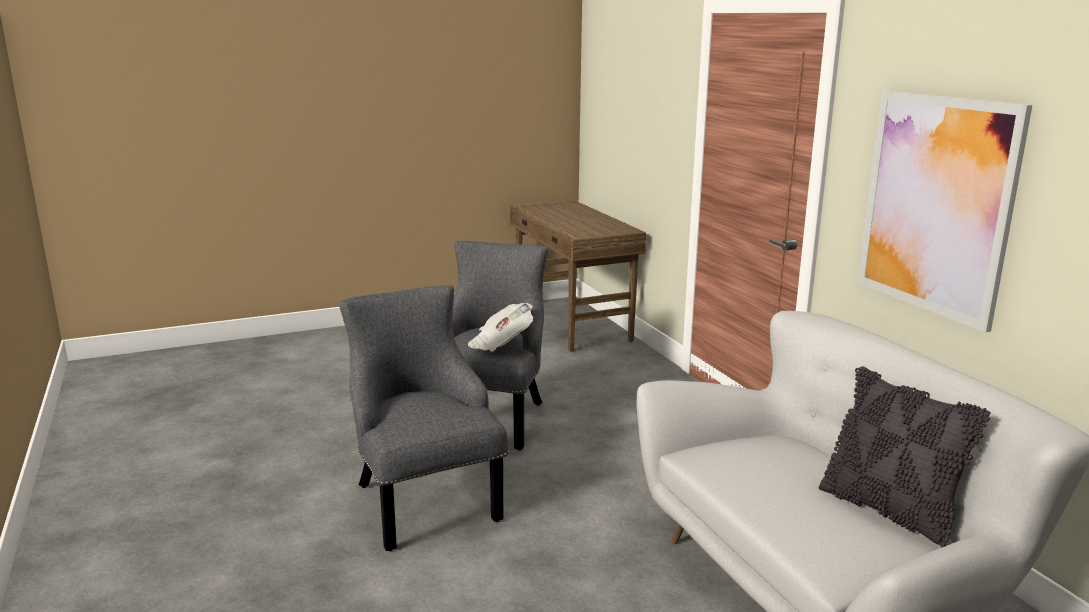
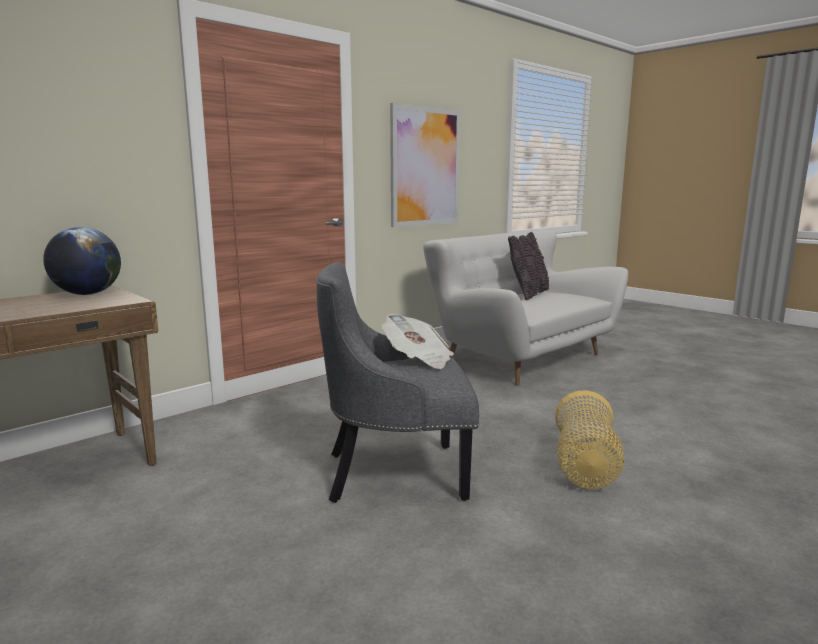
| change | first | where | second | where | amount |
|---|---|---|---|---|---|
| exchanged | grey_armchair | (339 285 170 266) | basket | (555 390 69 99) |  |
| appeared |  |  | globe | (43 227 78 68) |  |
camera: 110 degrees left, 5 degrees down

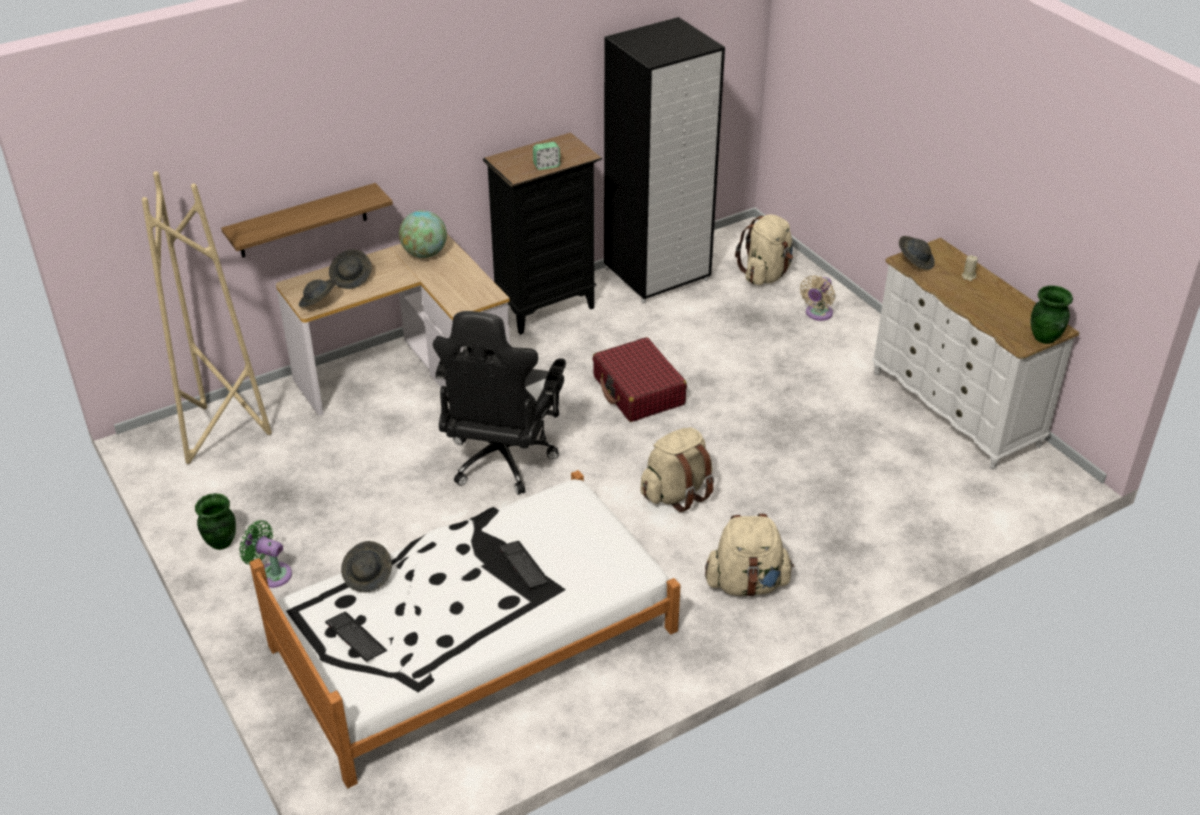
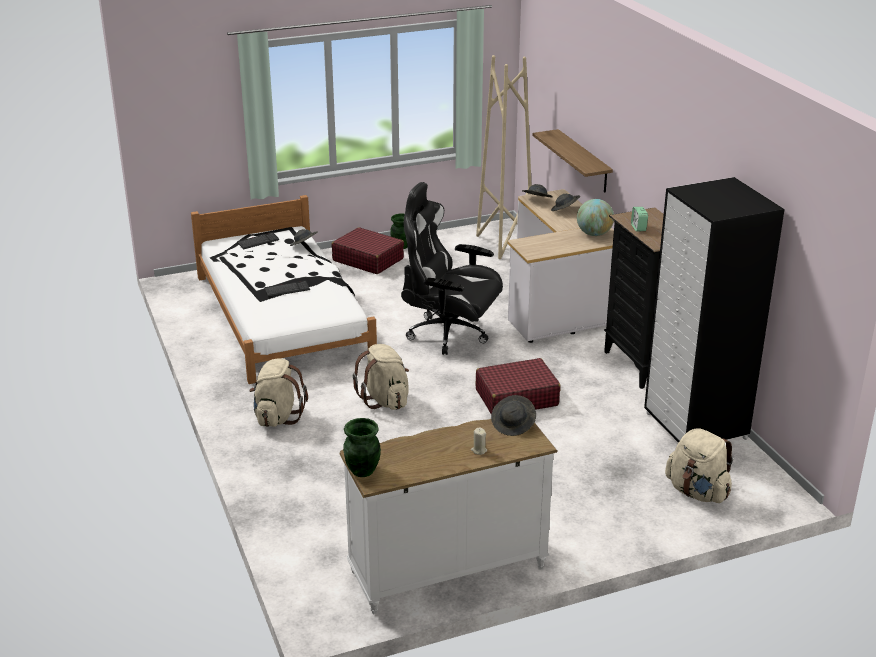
| change | first | where | second | where | amount |
|---|---|---|---|---|---|
| exchanged | green_fan | (239 520 53 68) | red_suitcase | (332 227 72 47) |  |
| missing | beige_fan | (800 275 35 46) |  |  |  |
camera: 100 degrees right, 10 degrees down

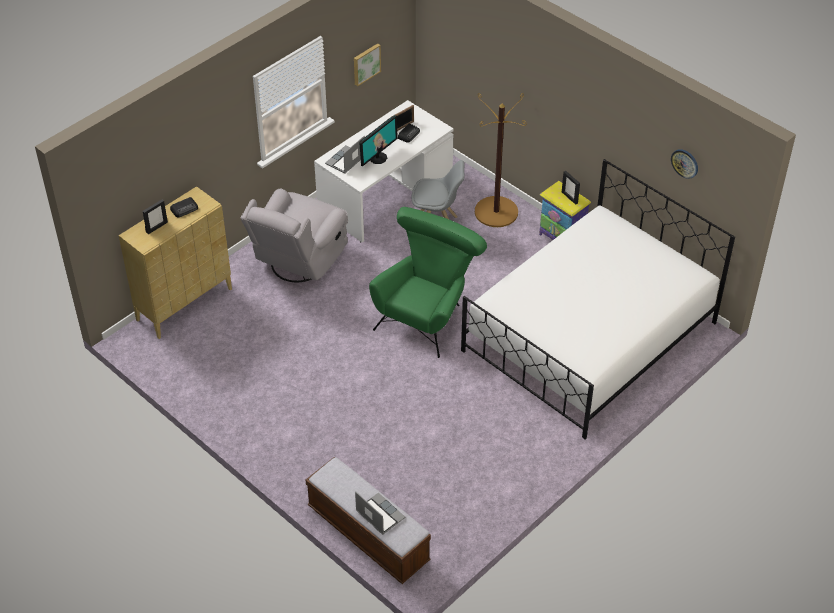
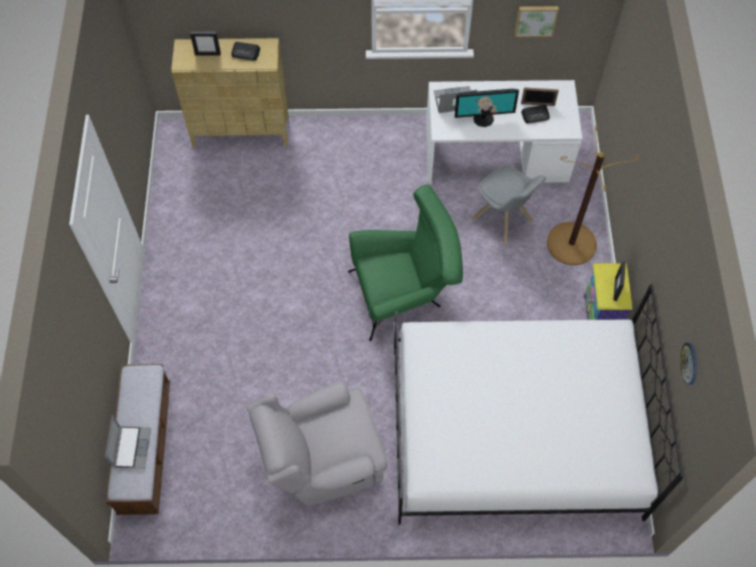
| change | first | where | second | where | amount |
|---|---|---|---|---|---|
| relocated | grey_armchair | (241 189 107 93) |  | (246 382 142 124) |  |
camera: 45 degrees right, 15 degrees up

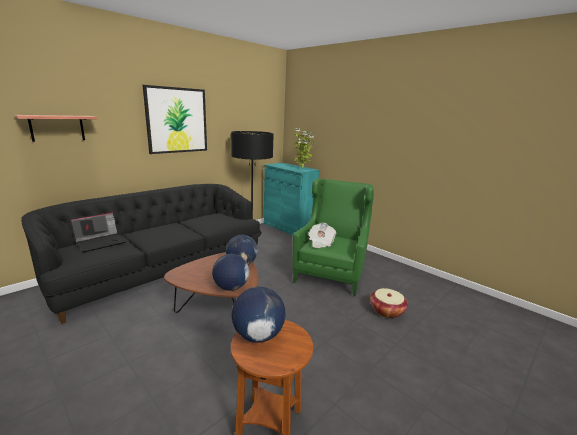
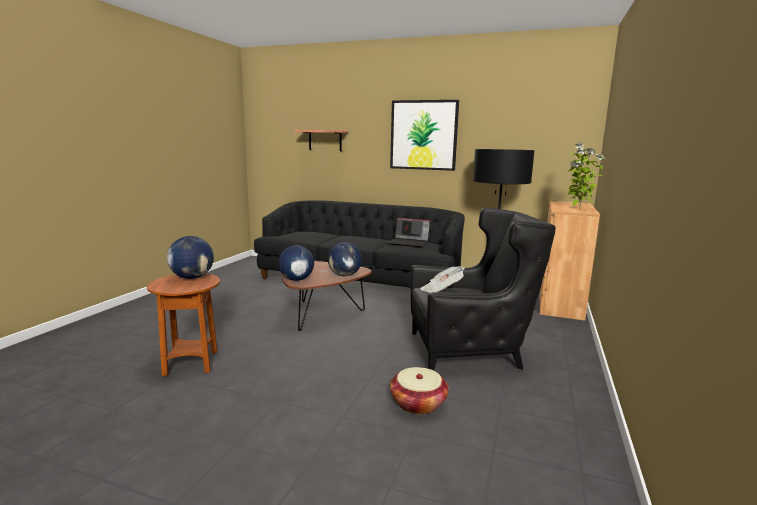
| change | first | where | second | where | amount |
|---|---|---|---|---|---|
| relocated | laptop | (70 212 56 40) |  | (388 217 43 30) |  |
| colour | turquoise_cabinet | (264 163 55 72) | brown_cabinet | (540 201 60 120) |  |
| colour | green_armchair | (293 179 81 117) | black_armchair | (411 208 145 162) |  |
camera: 65 degrees right, 5 degrees down

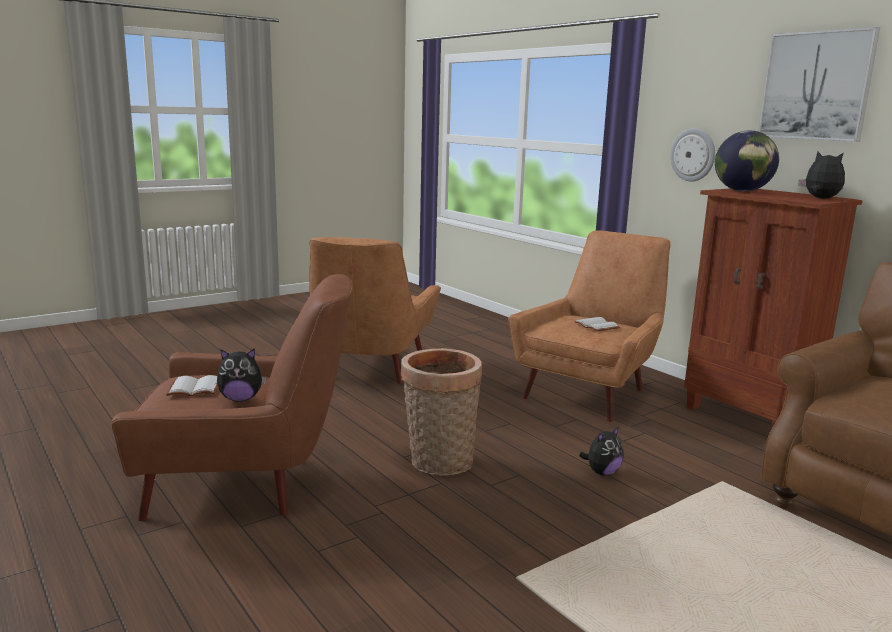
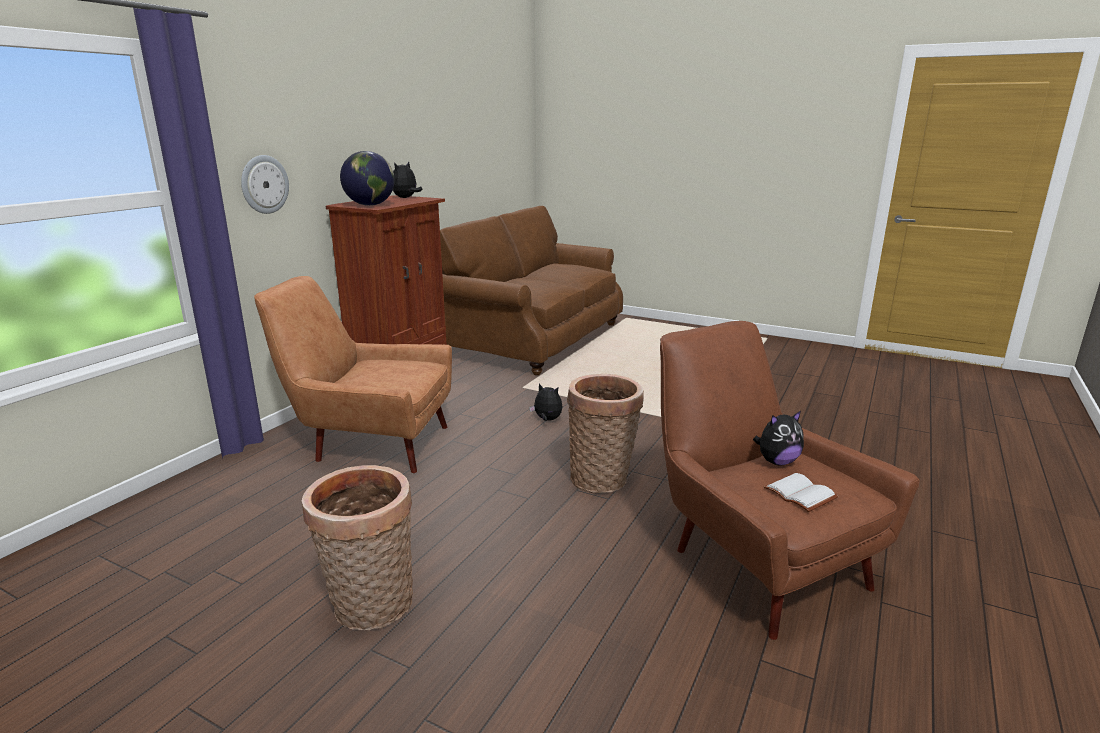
| change | first | where | second | where | amount |
|---|---|---|---|---|---|
| spun | plush_toy | (217 348 50 54) |  | (753 411 51 55) | 105 degrees clockwise |
| exchanged | brown_armchair | (309 237 132 147) | basket | (302 465 111 165) |  |
| missing | white_book | (574 317 46 15) |  |  |  |
| missing | picture | (758 27 122 114) |  |  |  |
camera: 115 degrees left, 5 degrees up

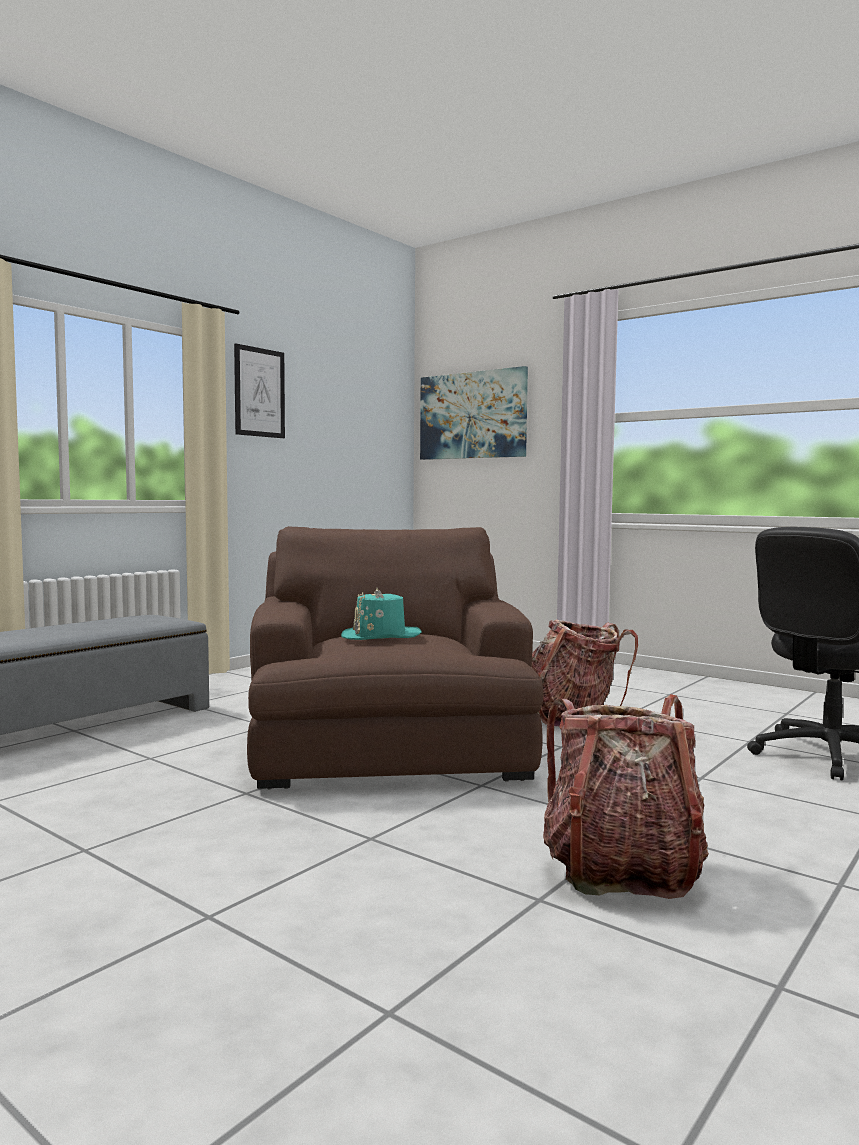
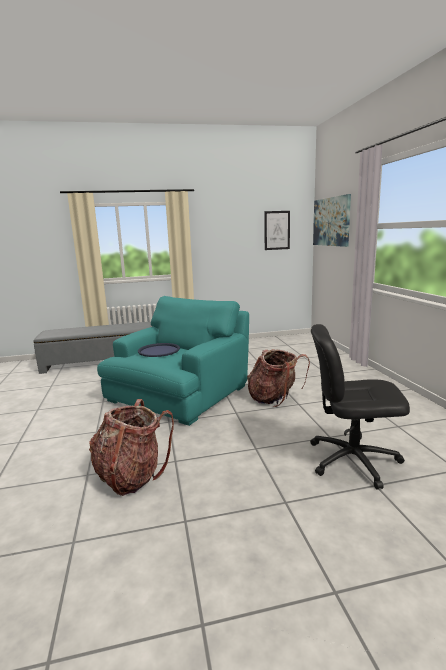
| change | first | where | second | where | amount |
|---|---|---|---|---|---|
| relocated | picture | (234 343 51 95) |  | (264 211 26 39) |  |
| colour | brown_armchair | (247 526 296 263) | turquoise_armchair | (97 296 152 130) |  |
| exchanged | turquoise_hat | (341 588 80 52) | blue_tray | (138 343 42 14) |  |
camera: 40 degrees right, 10 degrees up

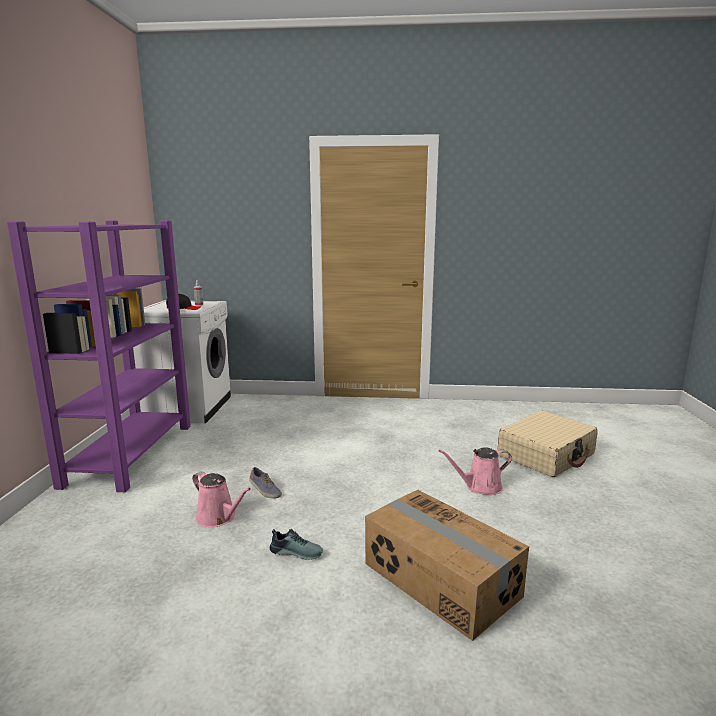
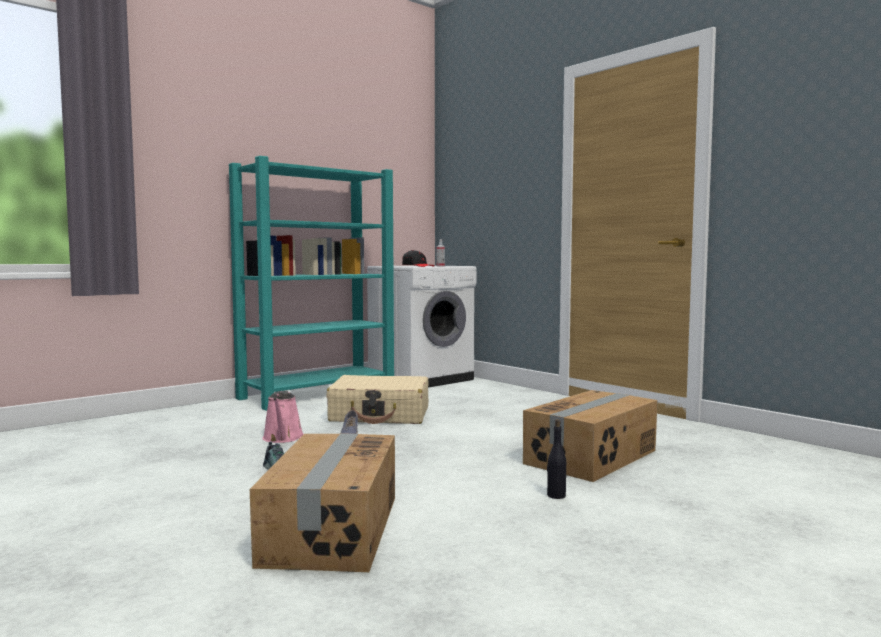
| change | first | where | second | where | amount |
|---|---|---|---|---|---|
| colour | purple_bookcase | (7 221 184 271) | turquoise_bookcase | (229 156 165 255) |  |
| exchanged | pink_watering_can | (438 447 74 48) | black_bottle | (547 419 19 80) |  |
| relocated | beige_suitcase | (498 411 99 66) |  | (326 375 102 49) |  |
| appeared |  |  | cardboard_box | (523 390 134 92) |  |
camera: 45 degrees right, 10 degrees down

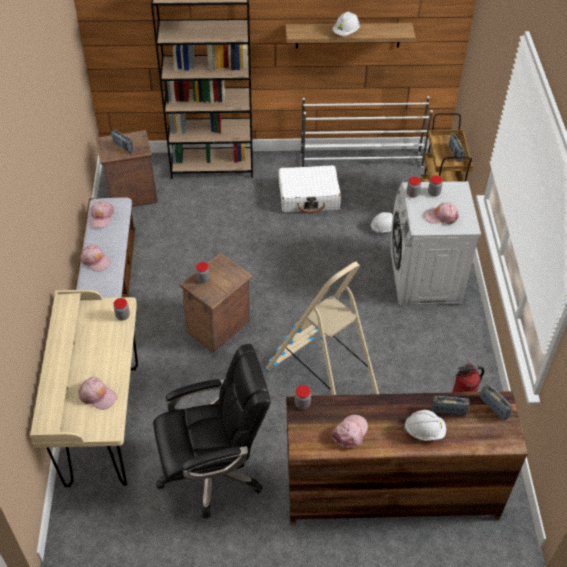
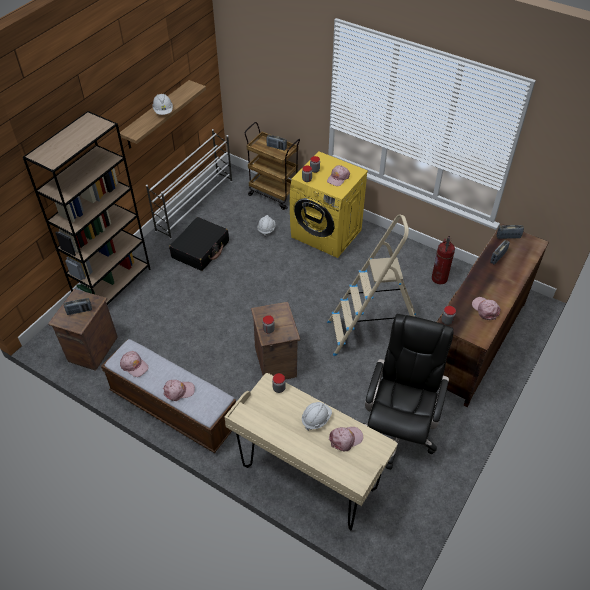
| change | first | where | second | where | amount |
|---|---|---|---|---|---|
| colour | white_suitcase | (278 165 63 49) | black_suitcase | (169 217 60 54) |  |
| colour | white_washing_machine | (391 181 90 124) | yellow_washing_machine | (290 151 78 107) |  |
| relocated | white_hard_hat | (404 410 42 30) |  | (302 402 30 29) |  |
camera: 55 degrees left, 0 degrees up

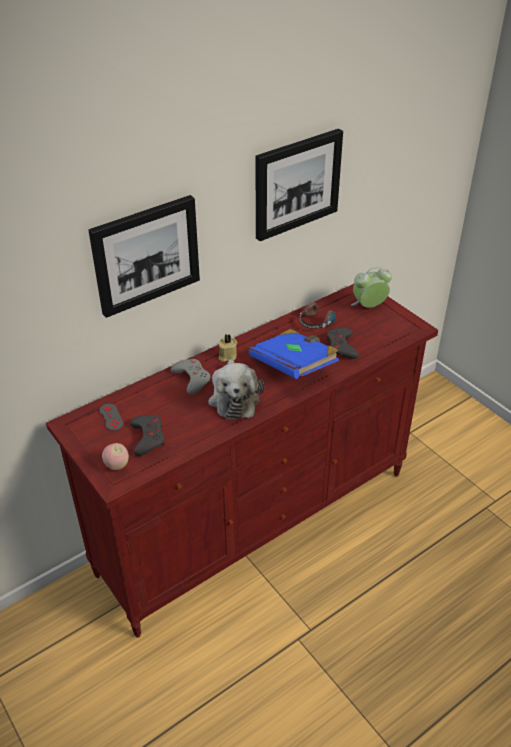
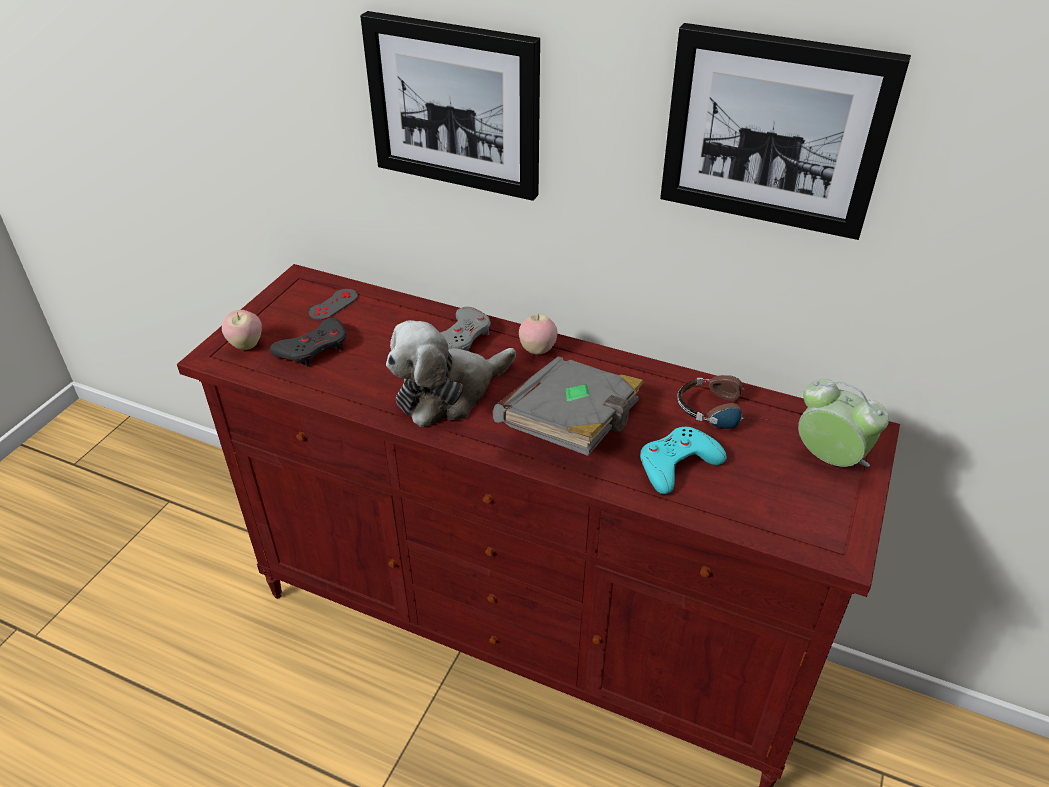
| change | first | where | second | where | amount |
|---|---|---|---|---|---|
| exchanged | beige_candle | (219 334 18 28) | apple | (519 314 39 41) |  |
| colour | blue_book | (249 329 90 50) | grey_book | (493 356 151 100) |  |
| colour | grey_game_controller | (327 327 32 32) | turquoise_game_controller | (640 427 87 67) |  |
camera: 60 degrees right, 0 degrees up

